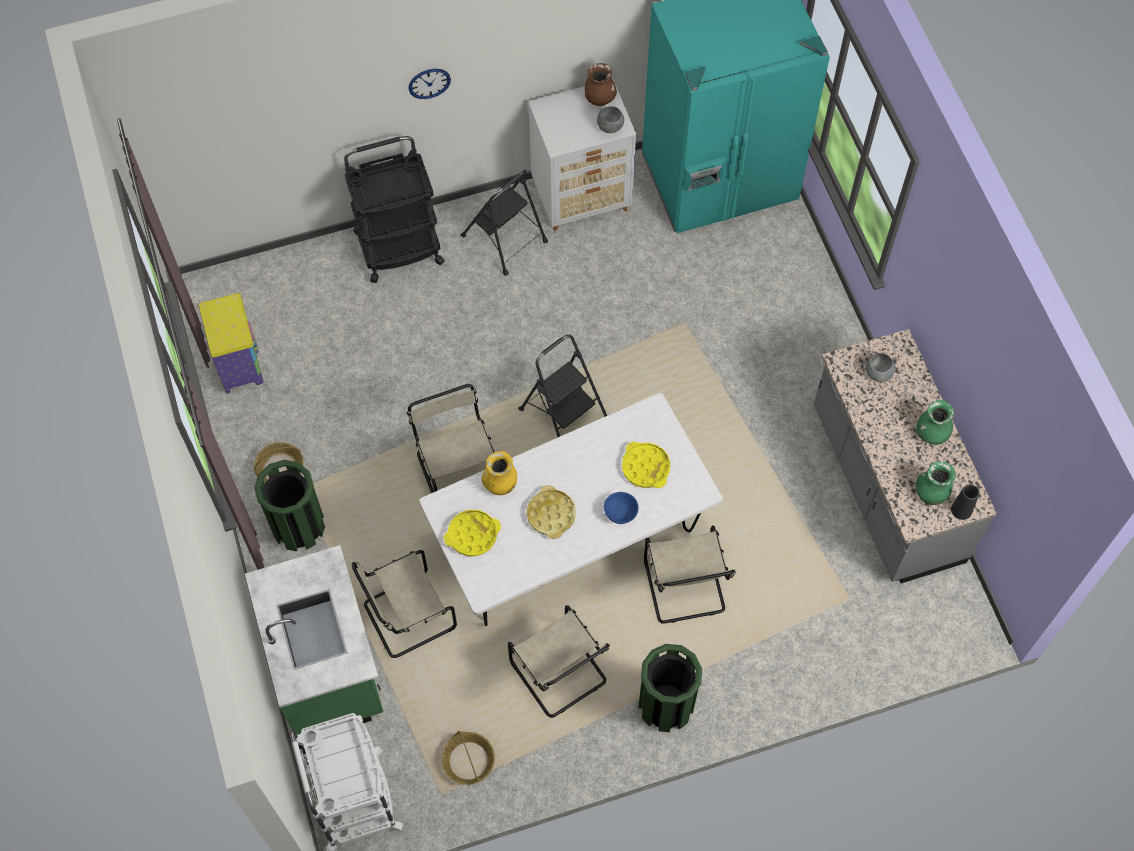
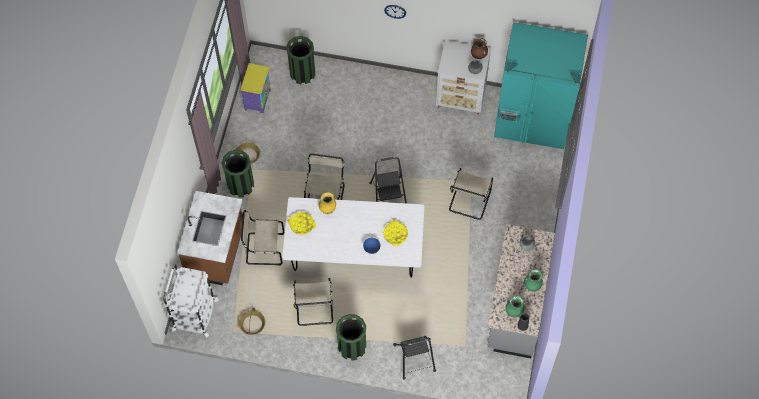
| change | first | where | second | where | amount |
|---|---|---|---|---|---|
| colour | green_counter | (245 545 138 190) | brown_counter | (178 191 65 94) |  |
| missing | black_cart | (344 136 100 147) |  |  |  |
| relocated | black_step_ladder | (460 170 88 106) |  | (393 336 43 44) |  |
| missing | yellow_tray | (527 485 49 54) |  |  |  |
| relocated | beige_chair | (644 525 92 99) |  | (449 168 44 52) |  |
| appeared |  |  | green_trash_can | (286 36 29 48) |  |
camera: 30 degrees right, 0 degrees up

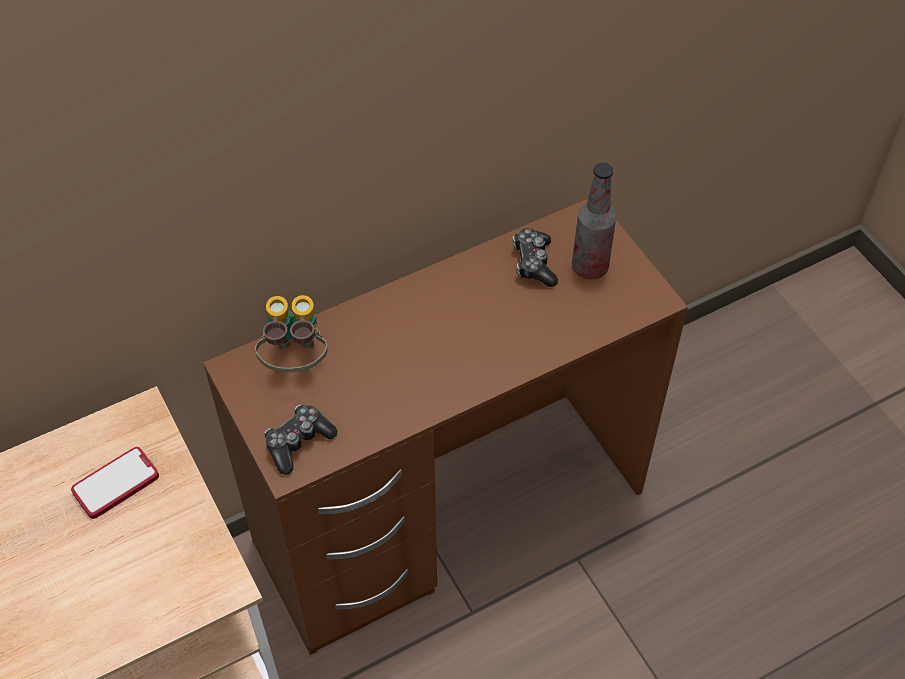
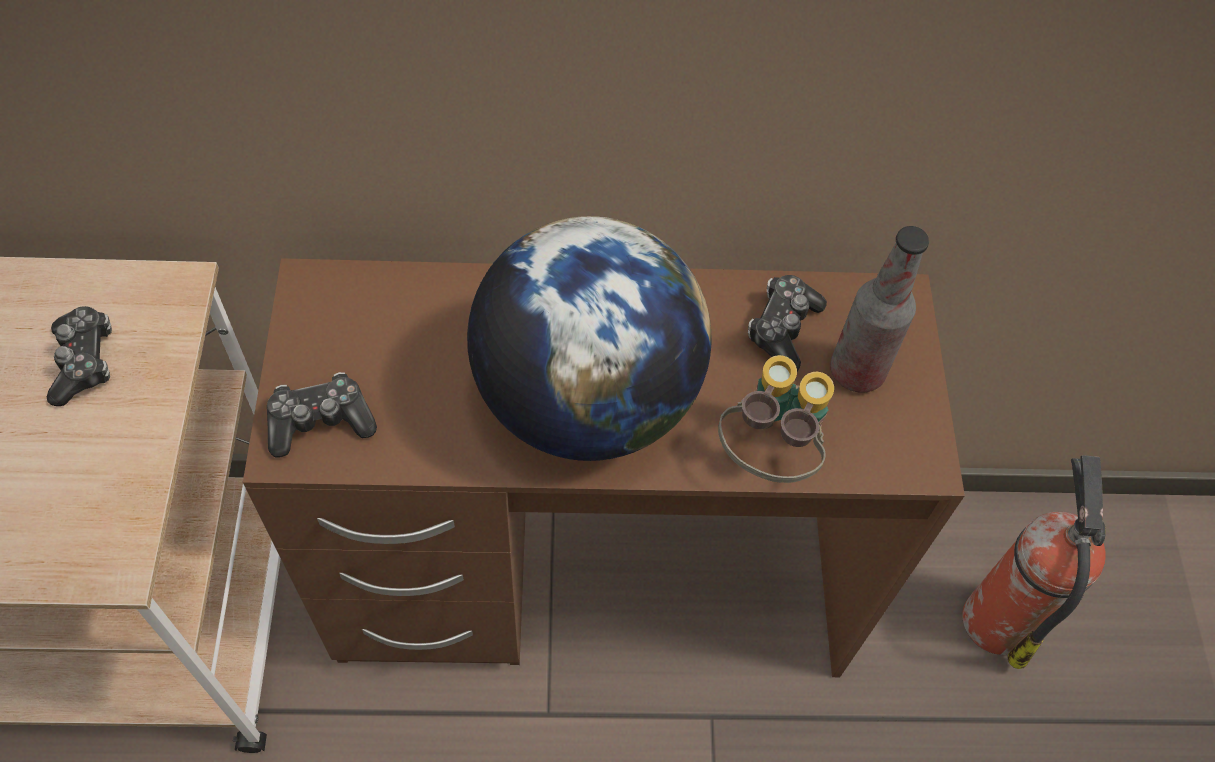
| change | first | where | second | where | amount |
|---|---|---|---|---|---|
| exchanged | phone | (71 447 88 72) | game_controller | (47 306 65 100) |  |
| relocated | binoculars | (255 295 73 78) |  | (718 355 116 128) |  |
| appeared |  |  | globe | (467 216 245 245) |  |
| appeared |  |  | fire_extinguisher | (962 455 144 214) |  |
camera: 25 degrees right, 5 degrees up

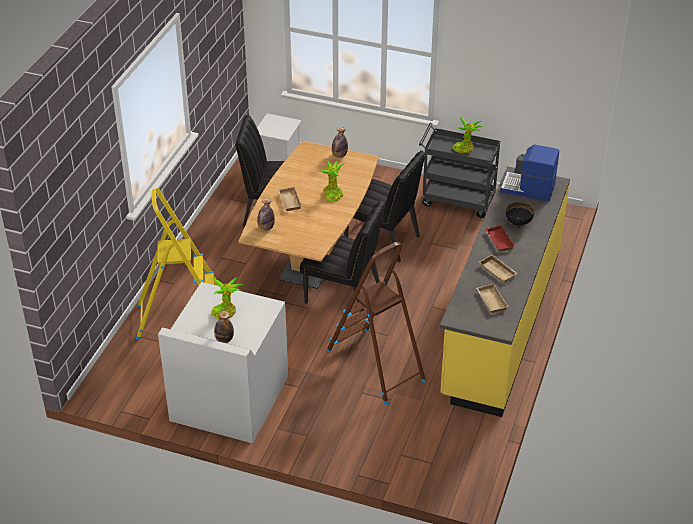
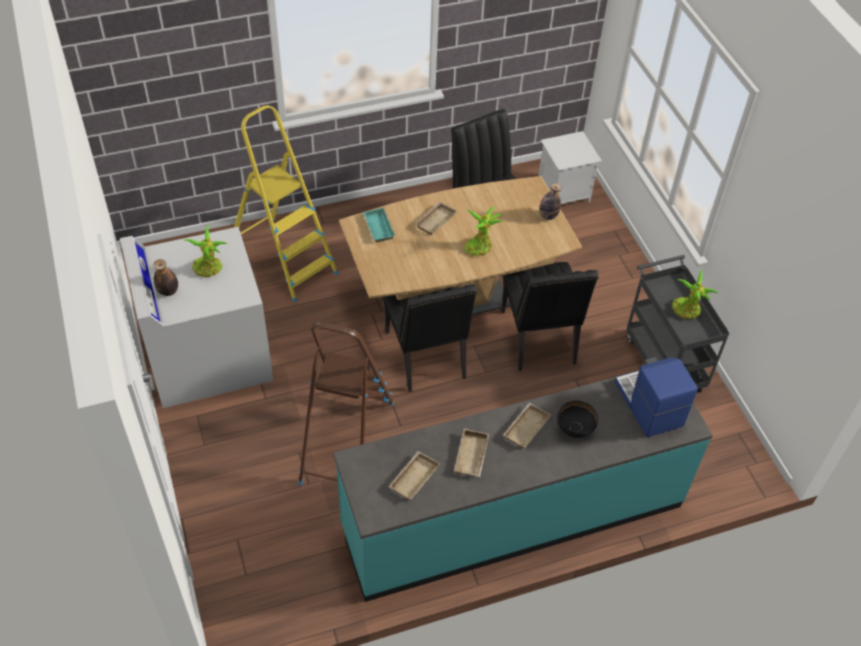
| change | first | where | second | where | amount |
|---|---|---|---|---|---|
| exchanged | bottle | (257 198 18 32) | turquoise_tray | (363 208 32 34) |  |
| colour | yellow_counter | (440 166 130 251) | turquoise_counter | (333 371 380 231) |  |
| colour | red_tray | (485 225 30 27) | beige_tray | (503 402 48 46) |  |
camera: 50 degrees right, 10 degrees up

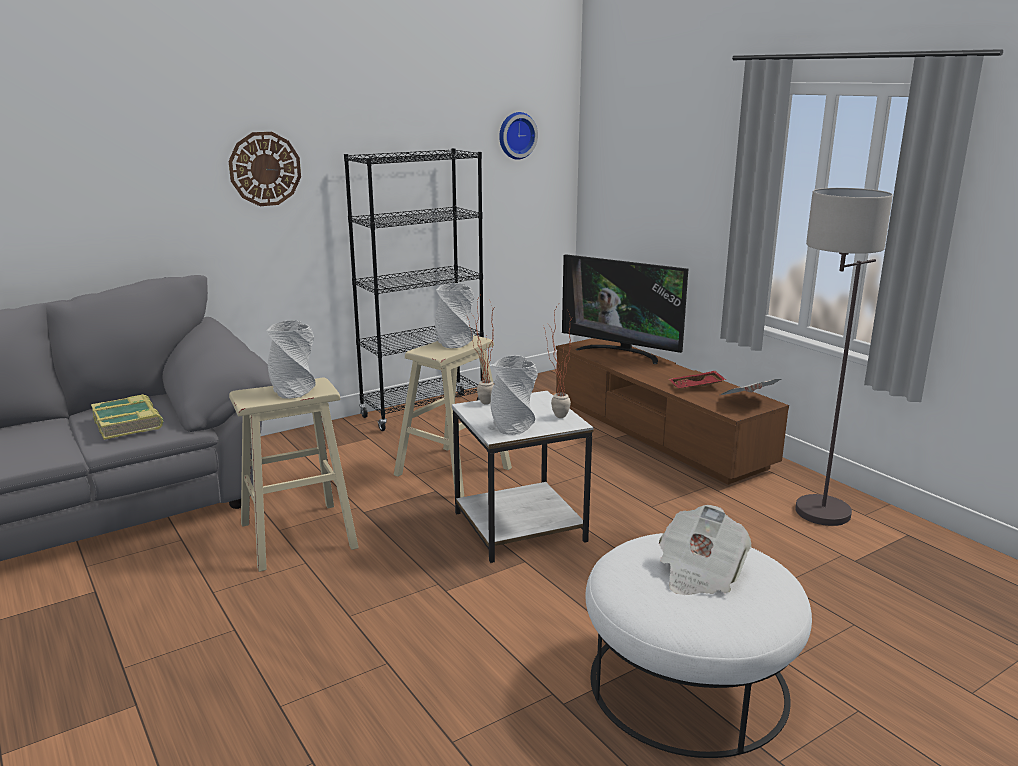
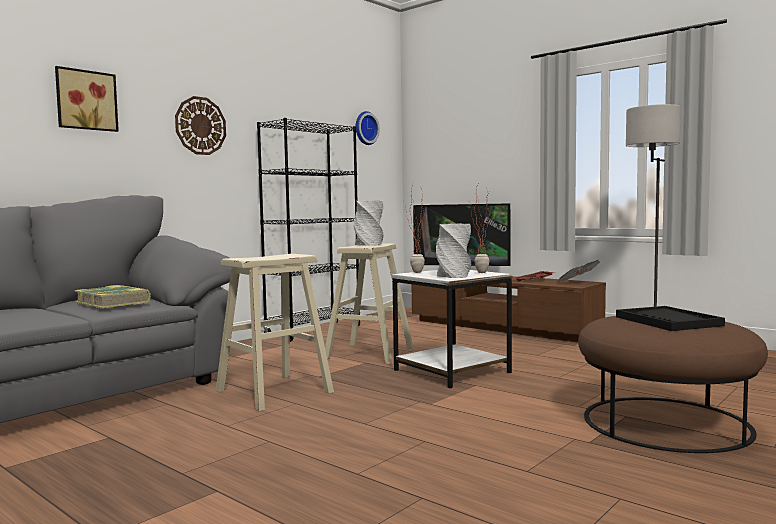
| change | first | where | second | where | amount |
|---|---|---|---|---|---|
| missing | grey_vase | (266 320 50 79) |  |  |  |
| colour | white_ottoman | (586 533 226 225) | brown_ottoman | (578 316 190 137) |  |
| exchanged | newspaper | (659 505 92 90) | black_tray | (616 306 109 25) |  |
| appeared |  |  | picture | (55 66 64 66) |  |
camera: 15 degrees left, 15 degrees down

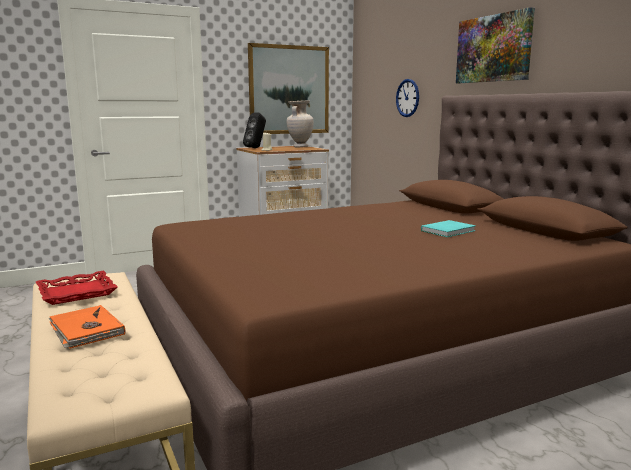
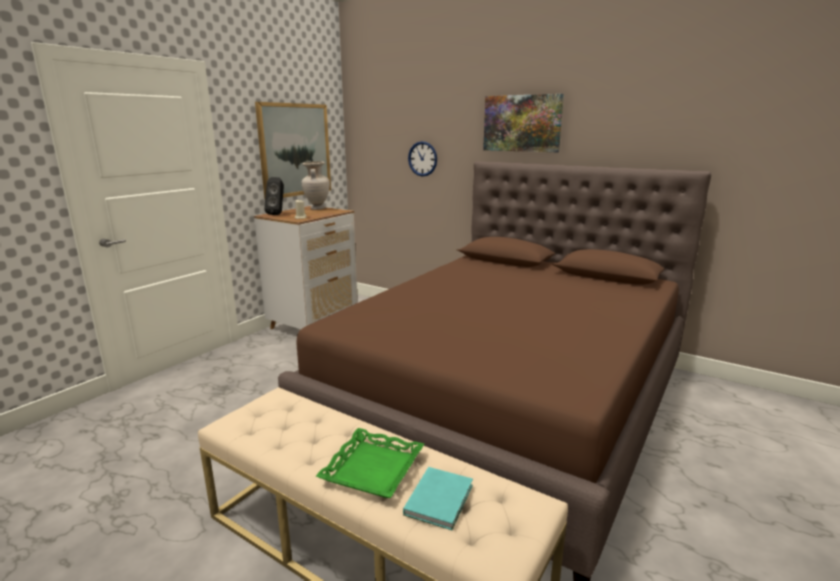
| change | first | where | second | where | amount |
|---|---|---|---|---|---|
| missing | red_tray | (36 271 82 34) |  |  |  |
| exchanged | orange_book | (49 305 76 43) | green_tray | (316 428 108 70) |  |
| relocated | turquoise_book | (421 220 55 17) |  | (403 467 70 63) |  |
camera: 30 degrees left, 5 degrees up

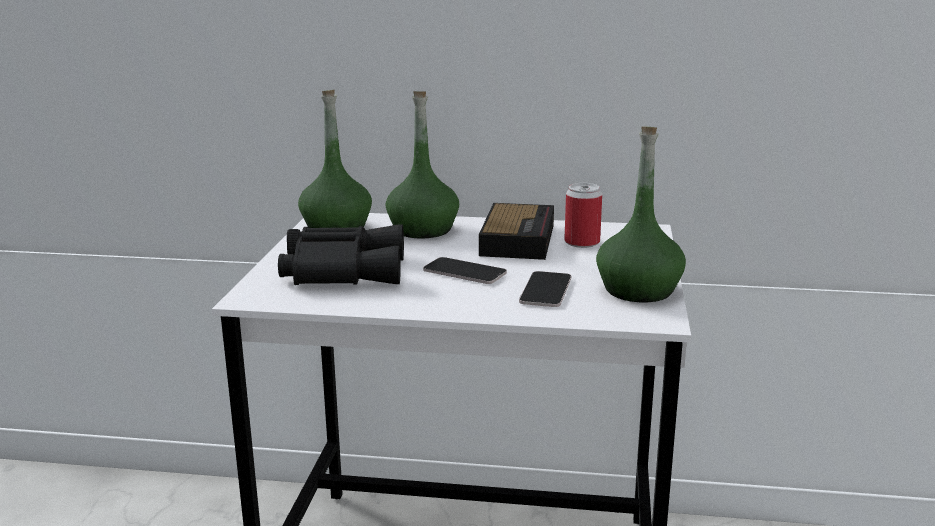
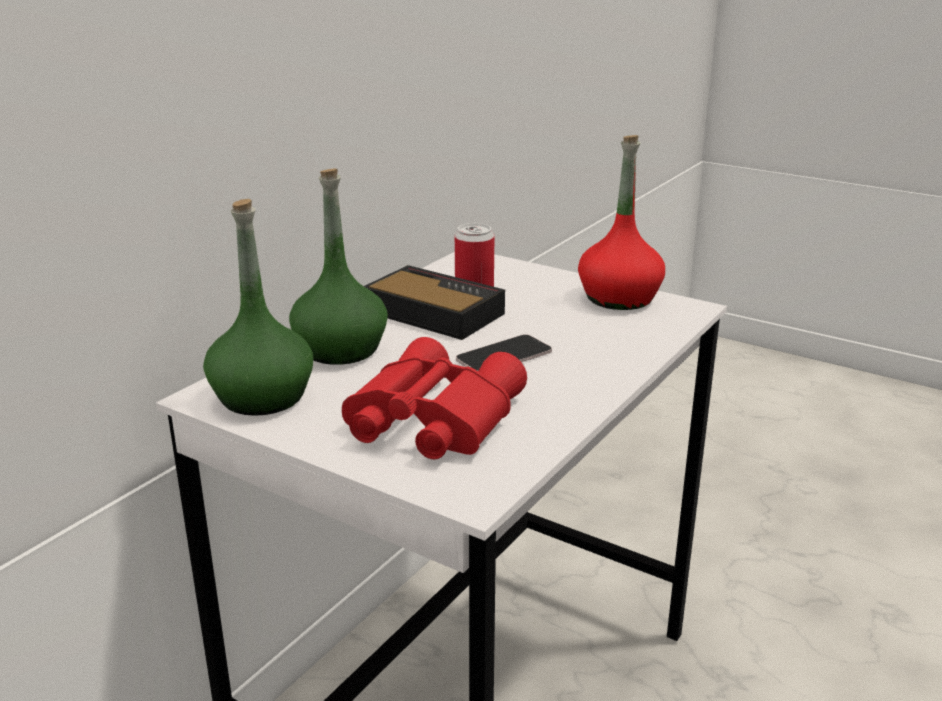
| change | first | where | second | where | amount |
|---|---|---|---|---|---|
| colour | black_binoculars | (278 224 126 61) | red_binoculars | (342 337 185 123) |  |
| missing | phone | (519 271 52 36) |  |  |  |
| colour | green_bottle | (596 126 90 176) | red_bottle | (578 135 87 175) |  |
camera: 65 degrees left, 5 degrees up

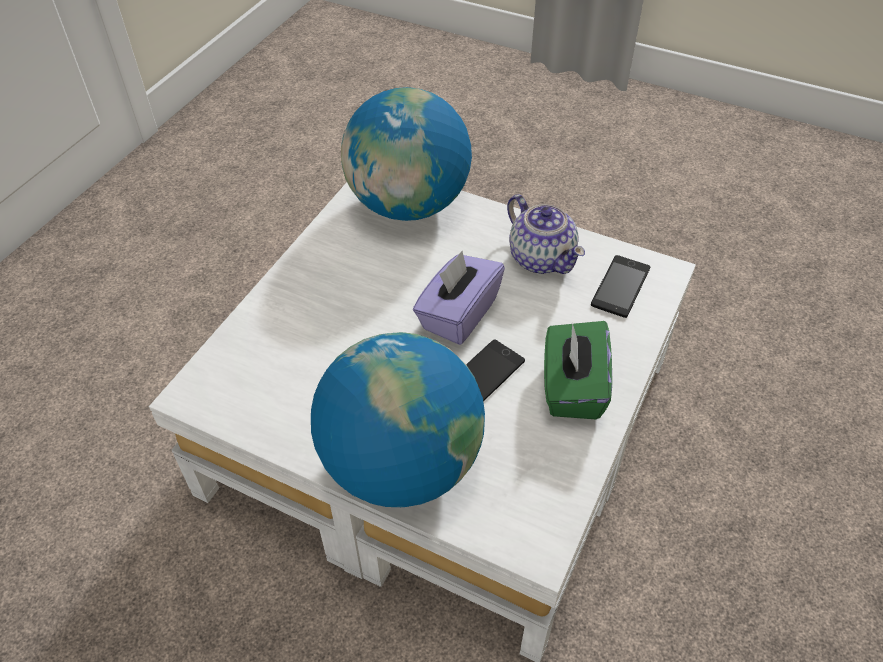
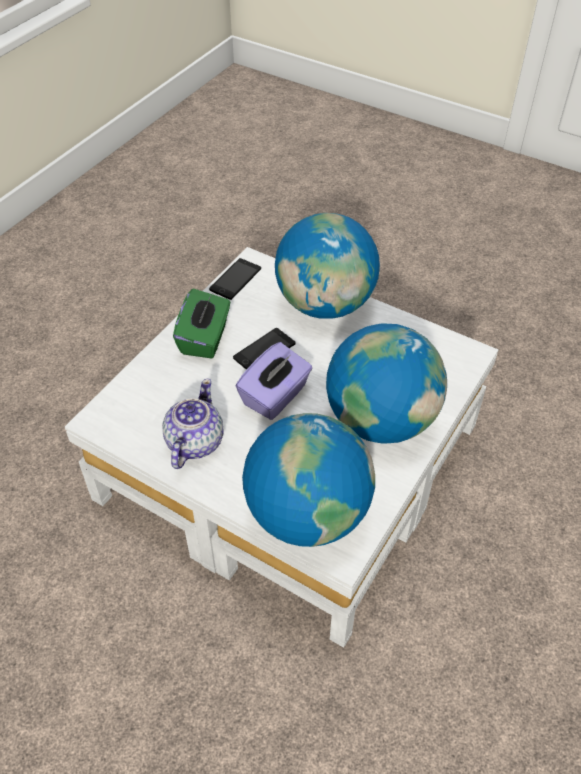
| change | first | where | second | where | amount |
|---|---|---|---|---|---|
| spun | teapot | (507 195 78 79) |  | (162 379 62 90) | 45 degrees clockwise |
| relocated | phone | (591 255 59 63) |  | (209 258 52 42) |  |
| appeared |  |  | globe | (326 323 121 121) |  |
camera: 175 degrees left, 0 degrees up

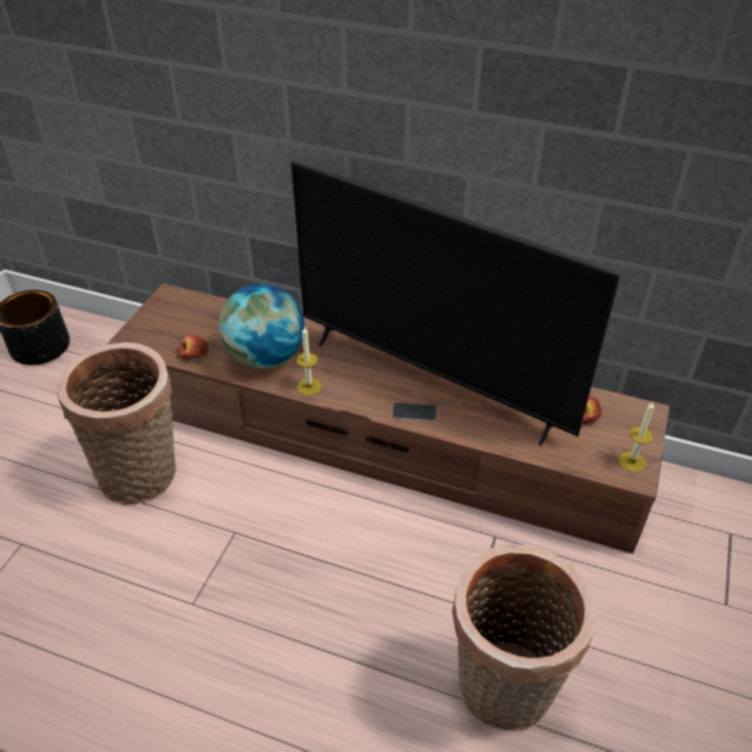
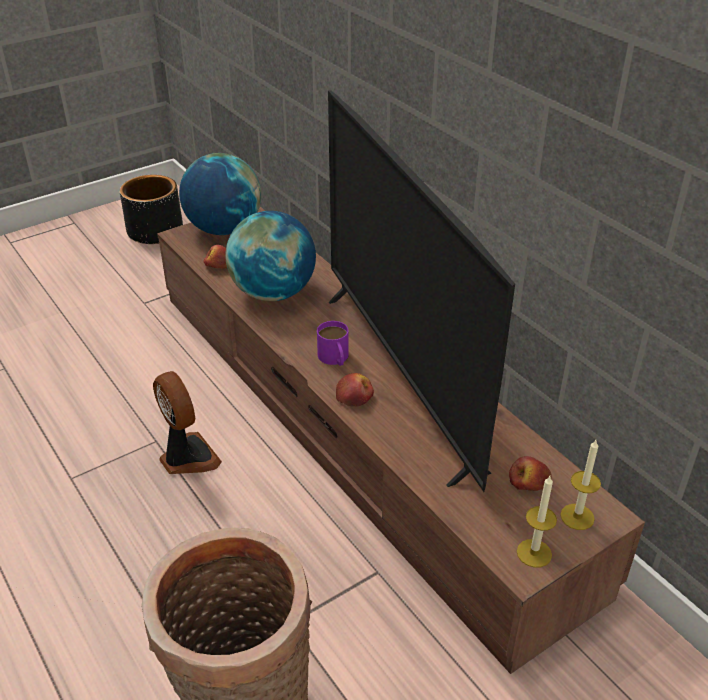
| change | first | where | second | where | amount |
|---|---|---|---|---|---|
| missing | basket | (57 342 119 163) |  |  |  |
| relocated | candle | (296 326 26 70) |  | (560 440 41 90) |  |
| exchanged | phone | (392 403 45 18) | apple | (336 373 38 34) |  |
| appeared |  |  | fan | (153 371 69 103) |  |
| appeared |  |  | globe | (179 153 82 82) |  |
| appeared |  |  | purple_mug | (317 321 32 45) |  |
camera: 35 degrees right, 5 degrees down

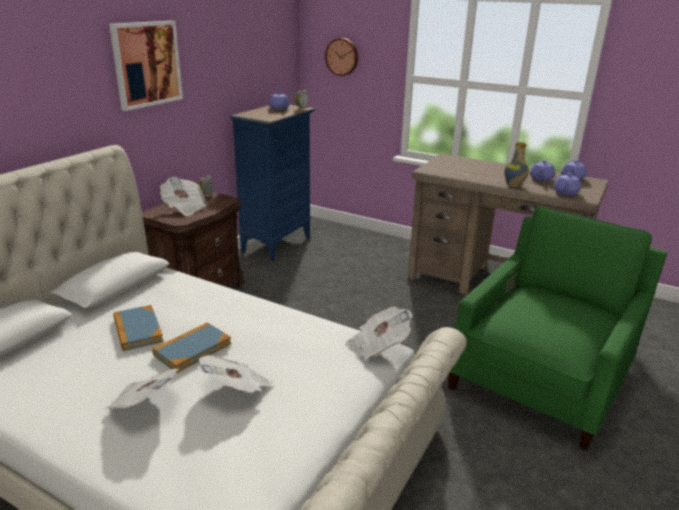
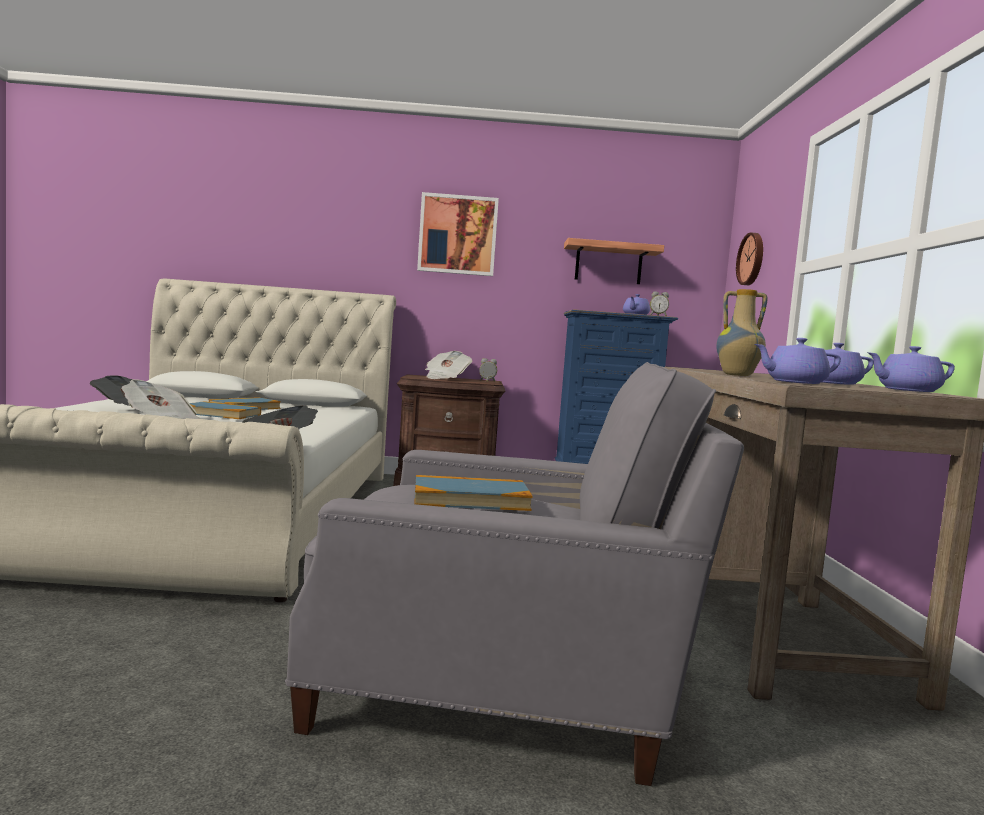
| change | first | where | second | where | amount |
|---|---|---|---|---|---|
| colour | green_armchair | (448 206 220 245) | grey_armchair | (285 362 459 424) |  |
| appeared |  |  | book | (414 475 119 36) |  |
| appeared |  |  | shelf | (564 238 100 46) |  |
camera: 60 degrees right, 20 degrees down

